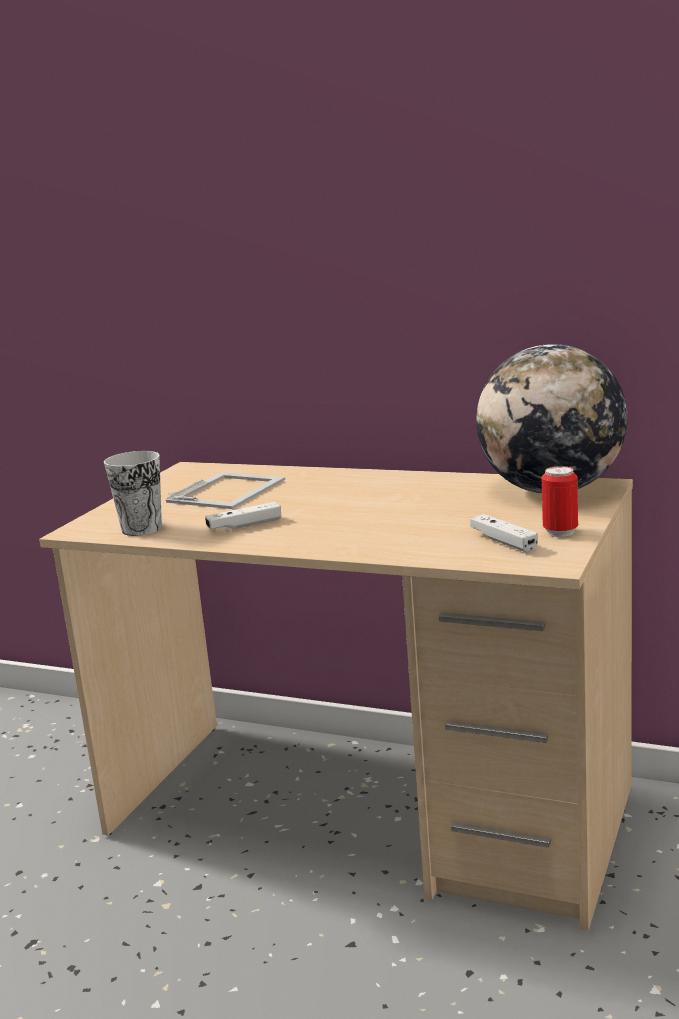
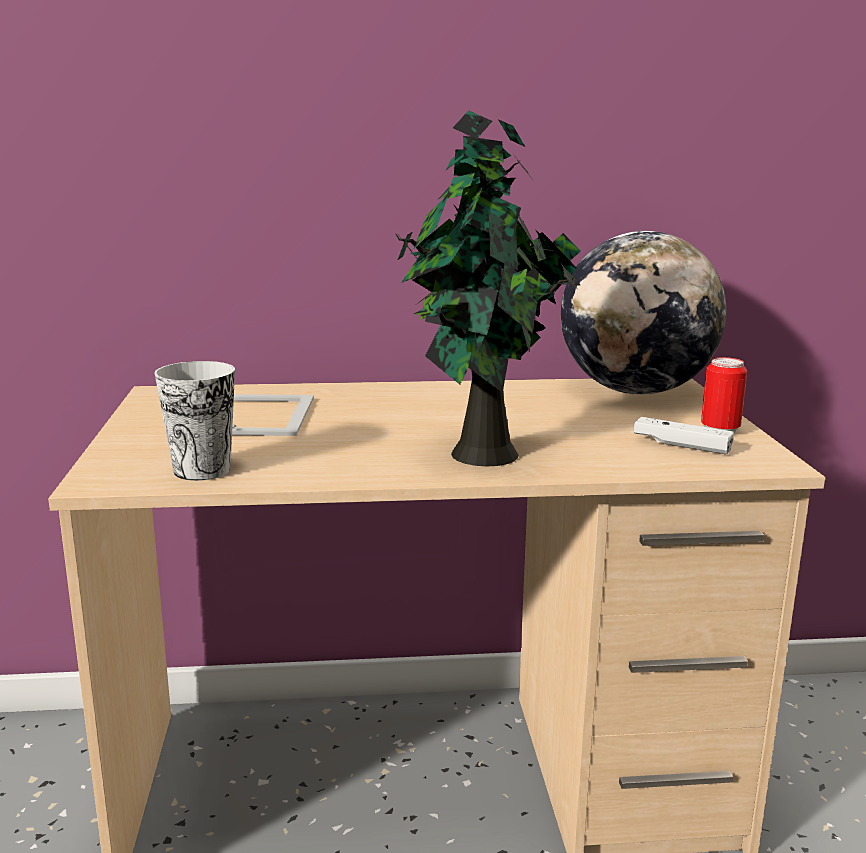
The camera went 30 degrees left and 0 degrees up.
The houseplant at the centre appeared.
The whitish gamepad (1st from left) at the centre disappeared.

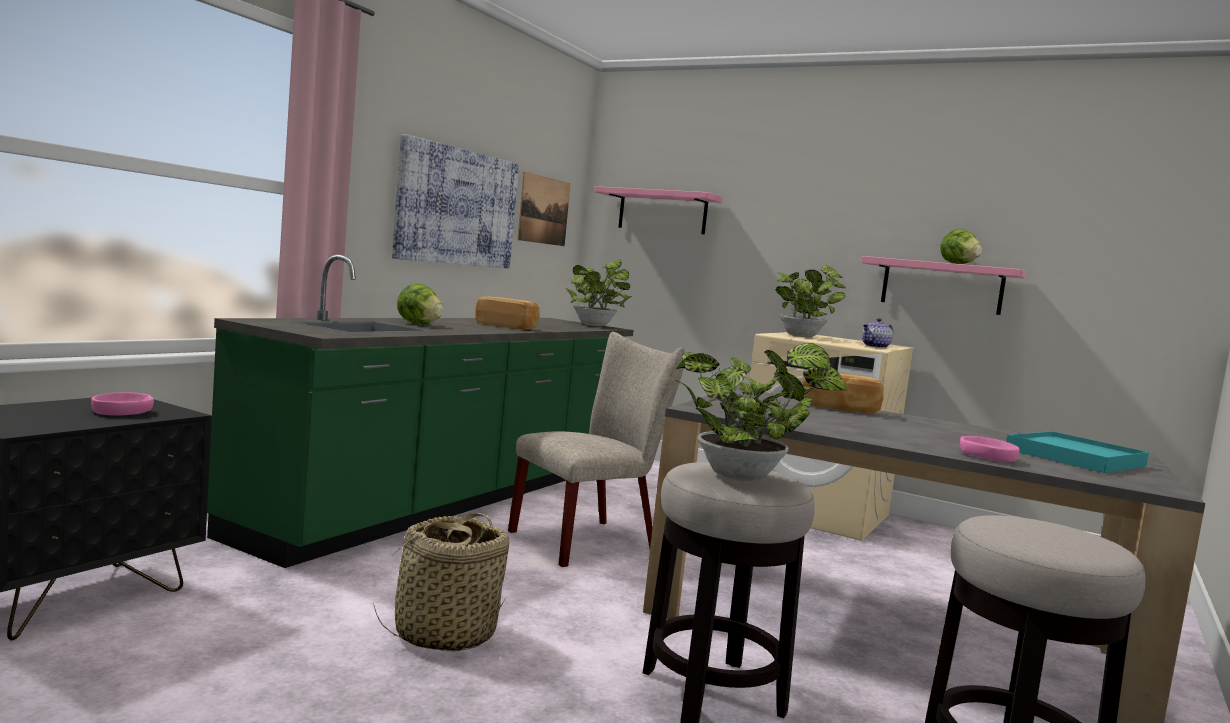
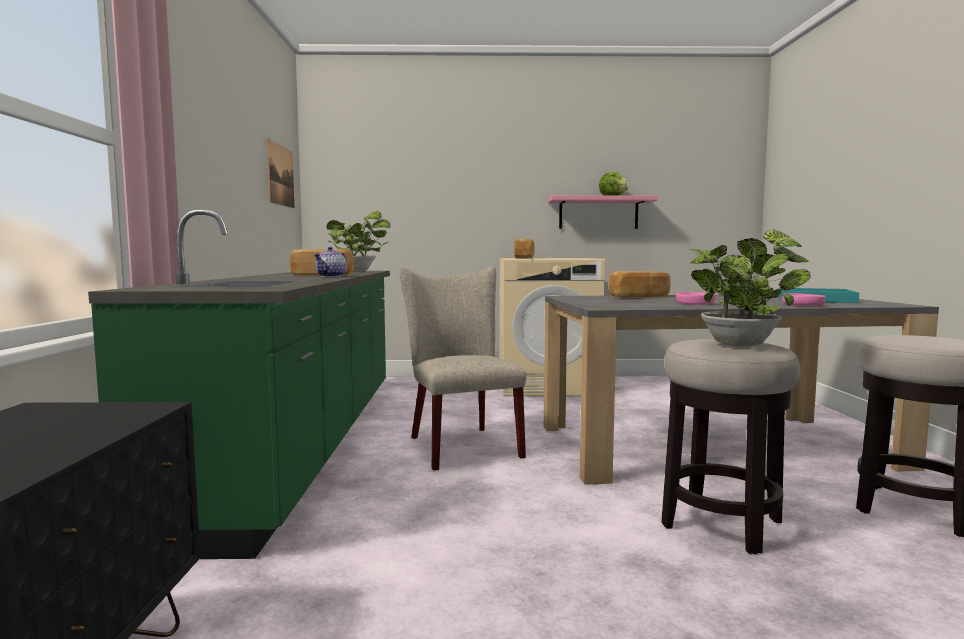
The camera went 30 degrees left and 0 degrees up.
The teapot moved from the middle right to the centre.
The sand-coloured plain chair at the centre turned 45 degrees counterclockwise.
The houseplant (3rd from left) at the centre was replaced by the bread (2nd from left) at the centre.
The pinkish bowl (1st from left) moved from the middle left to the middle right.
The basket at the bottom centre disappeared.
The wall art (1st from left) at the top centre disappeared.
The lettuce (1st from left) at the centre disappeared.
The pinkish wall shelf (1st from left) at the top centre disappeared.

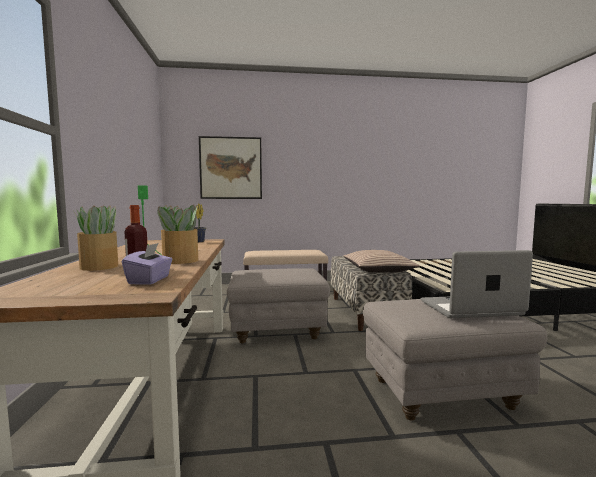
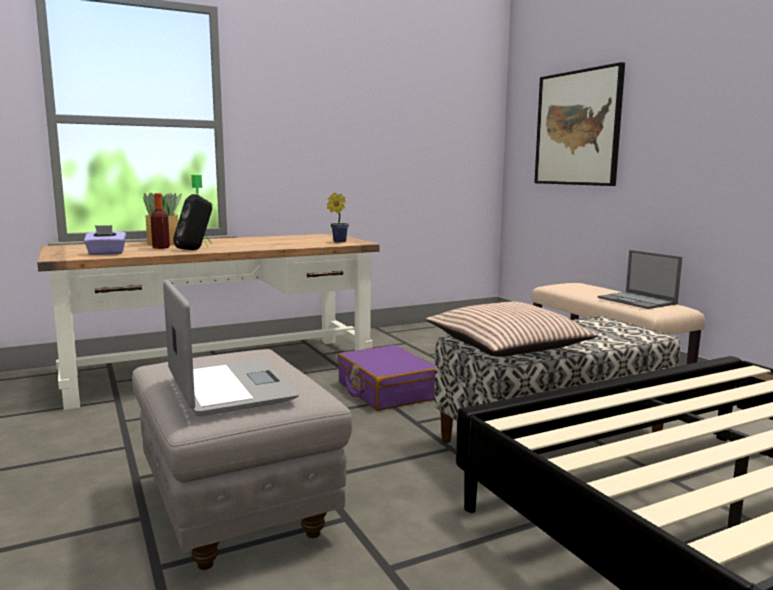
The camera went 70 degrees right and 5 degrees up.
The houseplant (2nd from left) at the middle left was replaced by the blackish speaker at the middle left.
The grey pouffe (1st from left) at the centre was replaced by the purple-coloured piece of luggage at the centre.
The notebook computer (2nd from left) at the middle right appeared.

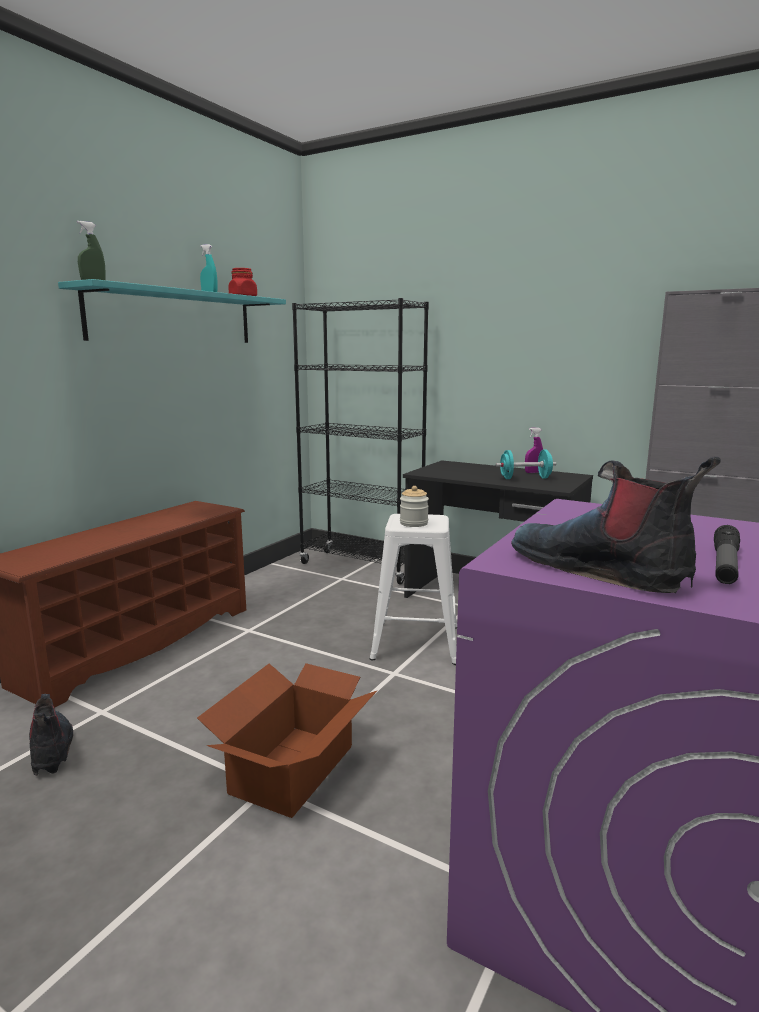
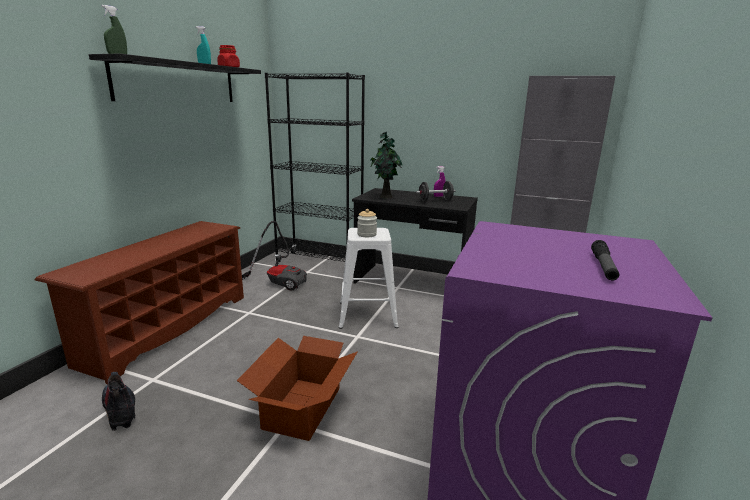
The camera went 10 degrees left and 5 degrees up.
The turquoise-coloured wall shelf at the top left became the blackish wall shelf at the top left.
The vacuum cleaner at the centre appeared.
The houseplant at the top centre appeared.
The turquoise-coloured dumbbell at the middle right became the blackish dumbbell at the centre.
The boot (2nd from left) at the middle right disappeared.

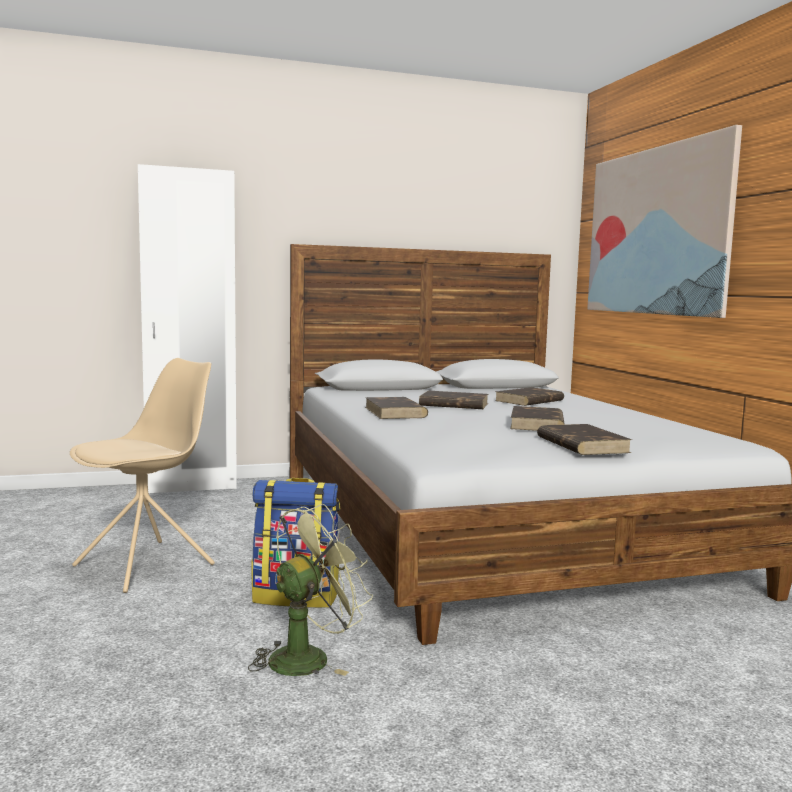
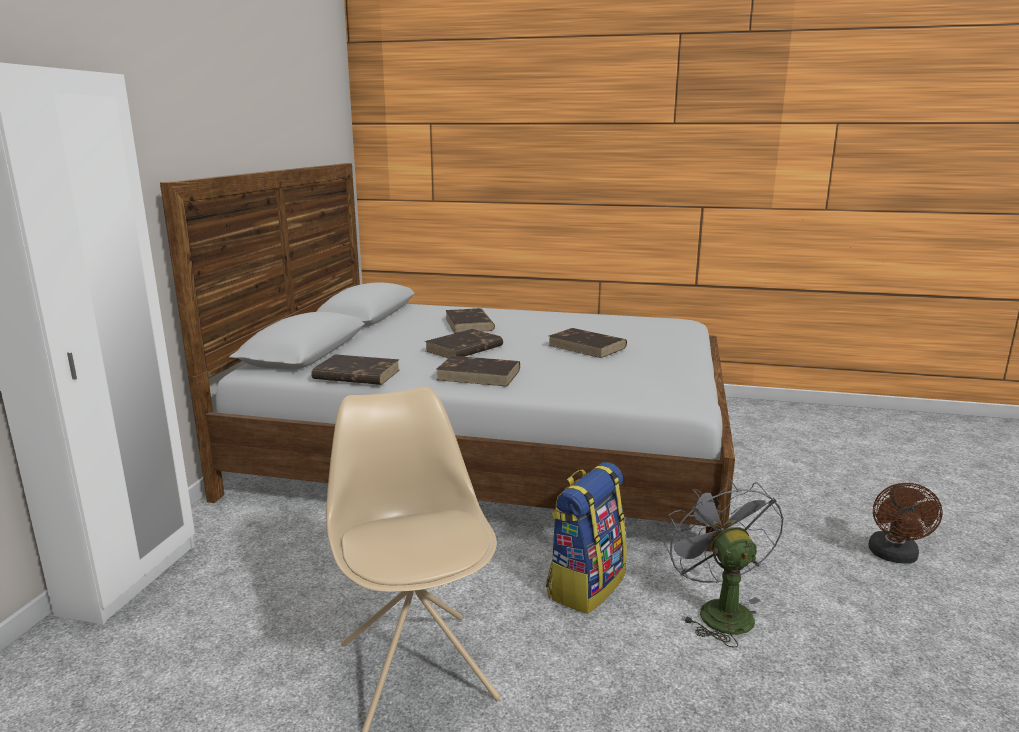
The camera went 60 degrees left and 10 degrees up.
The brown bound book (5th from left in the first image) moved from the middle right to the centre.
The green-coloured fan at the bottom centre became the grey fan at the bottom right.
The brown fan at the bottom right appeared.
The wall art at the top right disappeared.

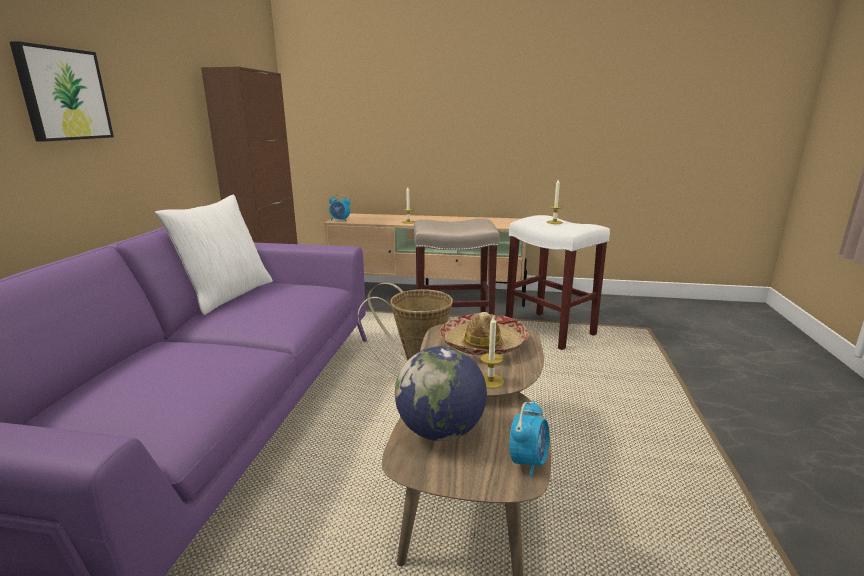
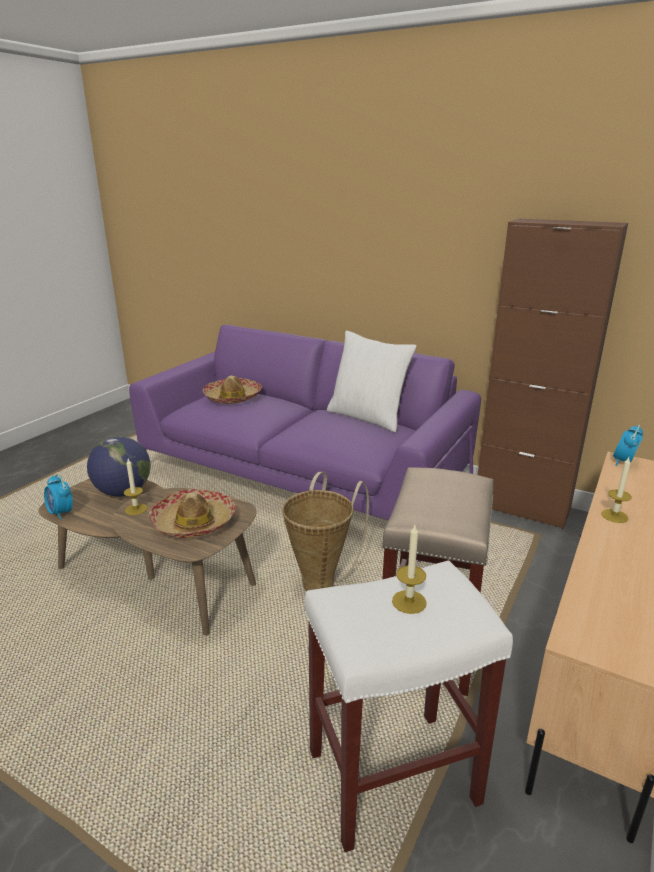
The camera went 110 degrees right and 5 degrees up.
The wearable hat (2nd from left) at the centre appeared.
The wall art at the top left disappeared.

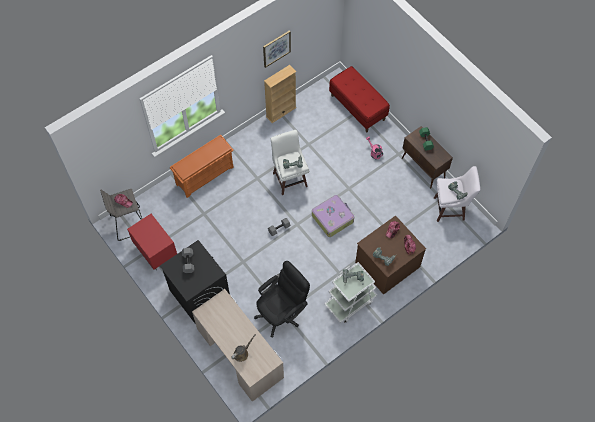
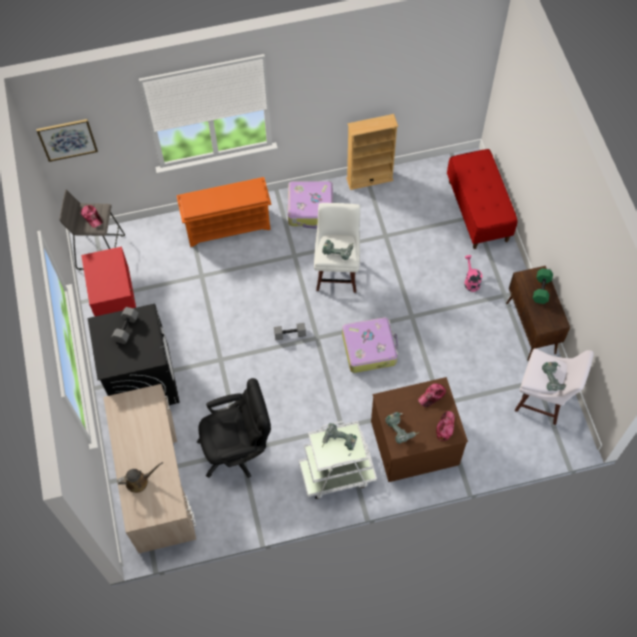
The camera went 25 degrees right and 0 degrees up.
The wall art moved from the top centre to the top left.
The piece of luggage (1st from left) at the top centre appeared.

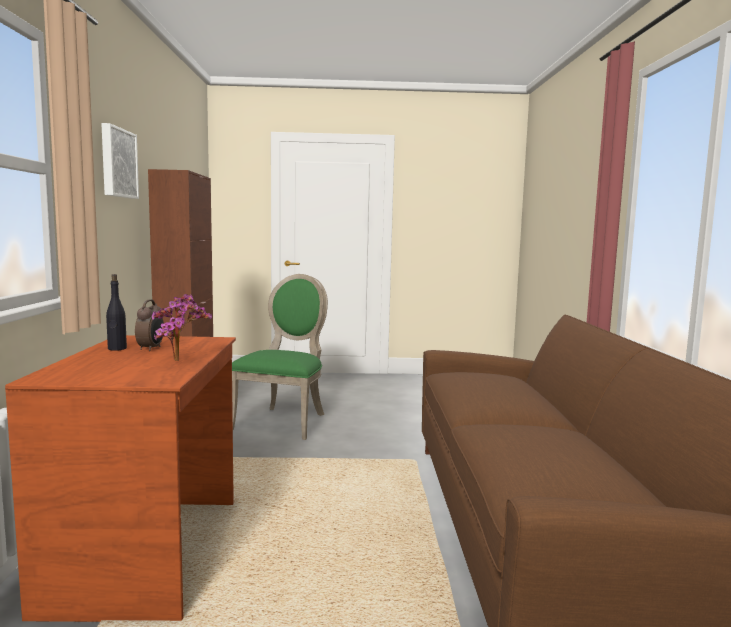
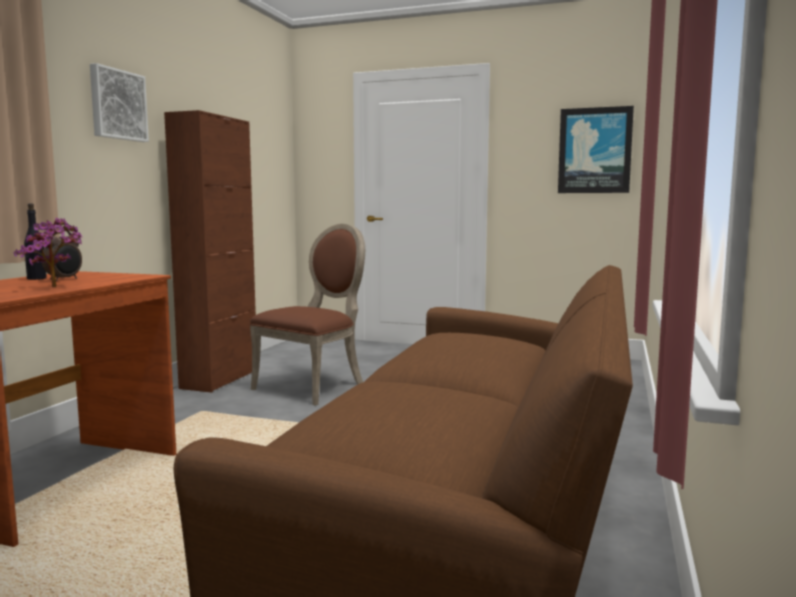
The camera went 20 degrees right and 0 degrees up.
The green-coloured plain chair at the centre became the brown plain chair at the centre.
The wall art (2nd from left) at the top right appeared.

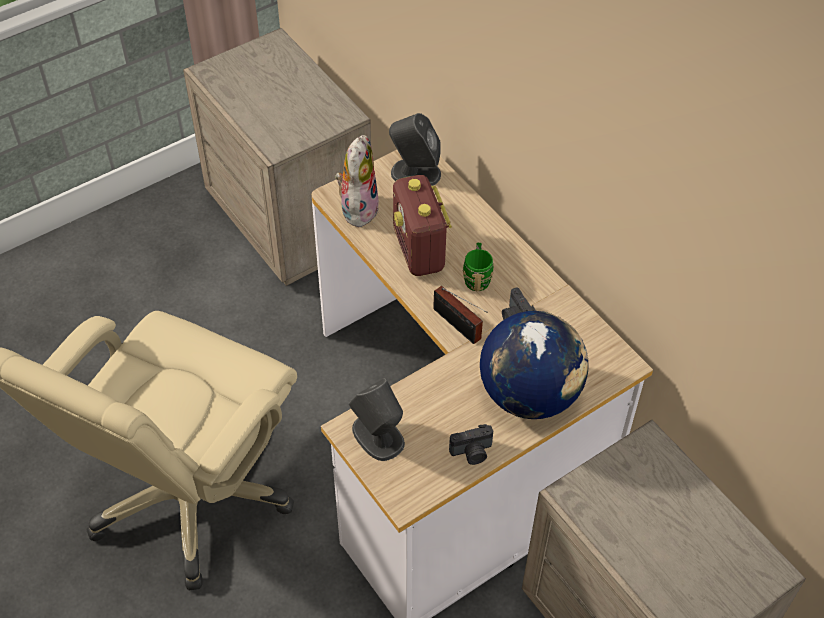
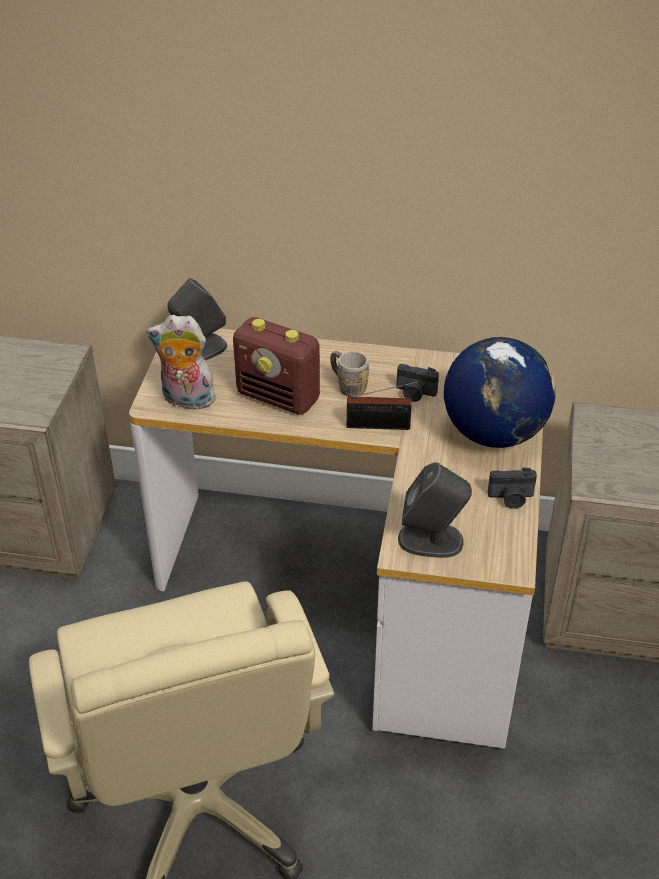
The camera went 45 degrees left and 10 degrees down.
The cuddly toy at the top centre turned 45 degrees counterclockwise.
The green-coloured mug at the centre became the grey mug at the centre.
The still camera (1st from left in the first image) at the bottom centre turned 60 degrees clockwise.

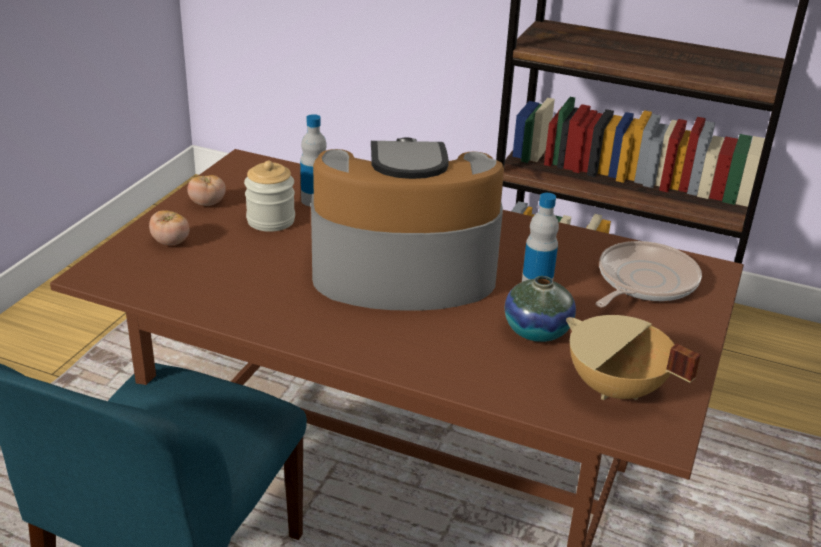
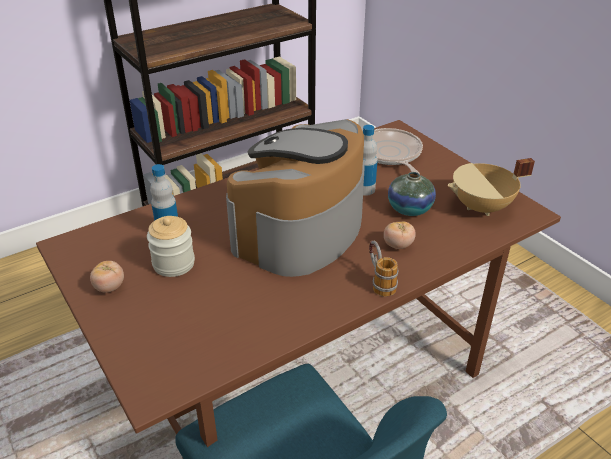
The camera went 55 degrees left and 5 degrees up.
The mug at the centre appeared.
The tomato (1st from left in the first image) moved from the middle left to the centre.

